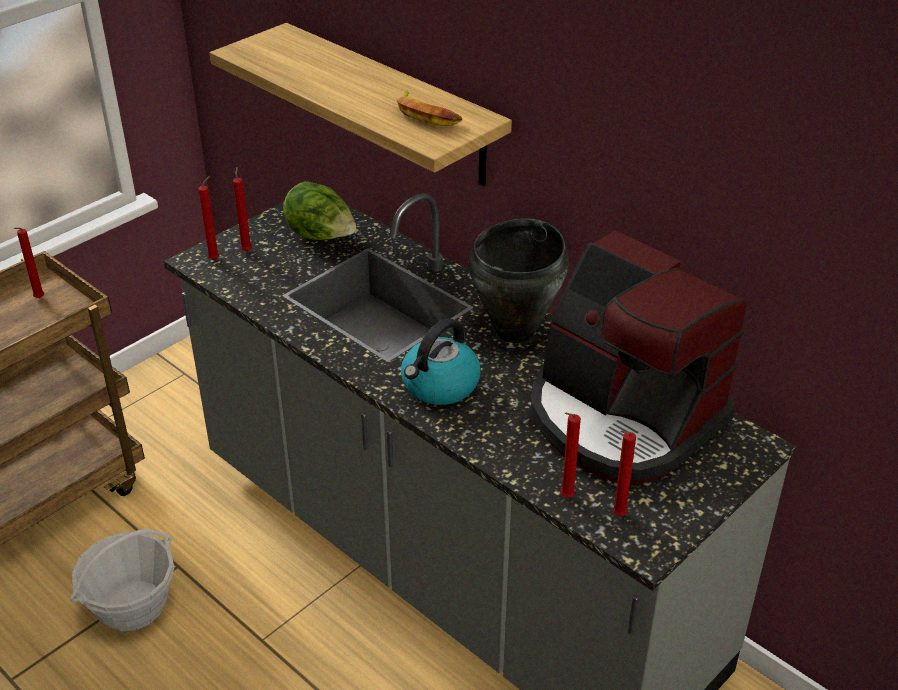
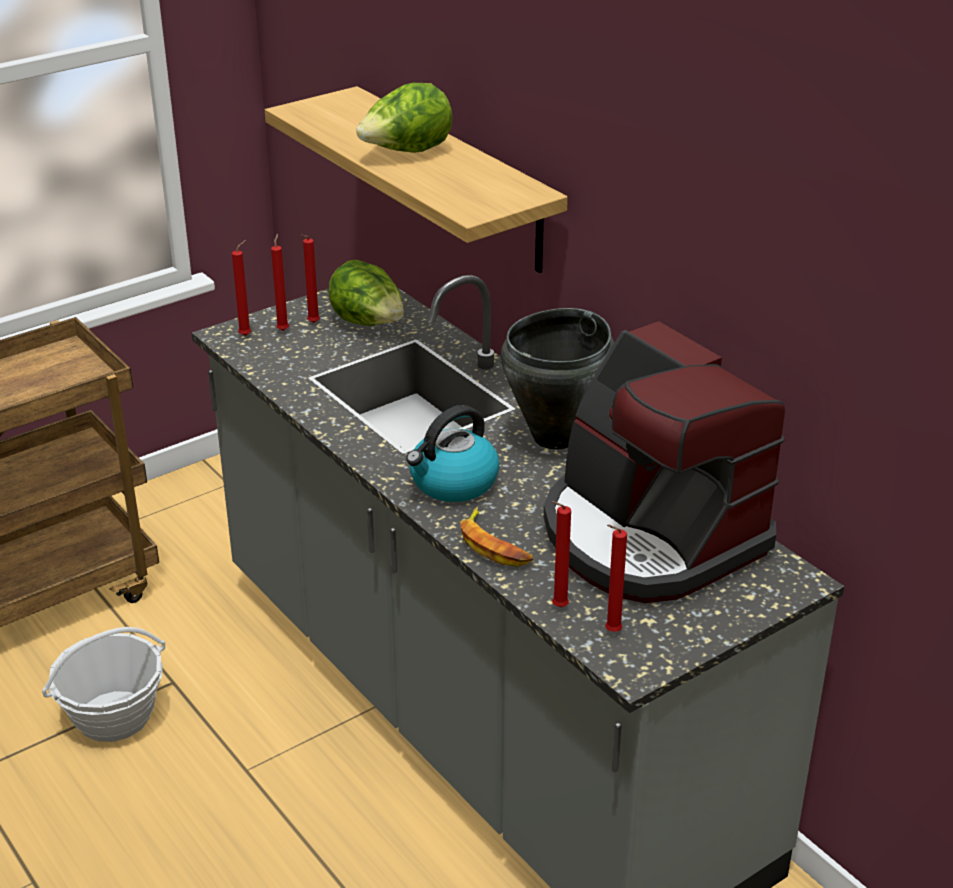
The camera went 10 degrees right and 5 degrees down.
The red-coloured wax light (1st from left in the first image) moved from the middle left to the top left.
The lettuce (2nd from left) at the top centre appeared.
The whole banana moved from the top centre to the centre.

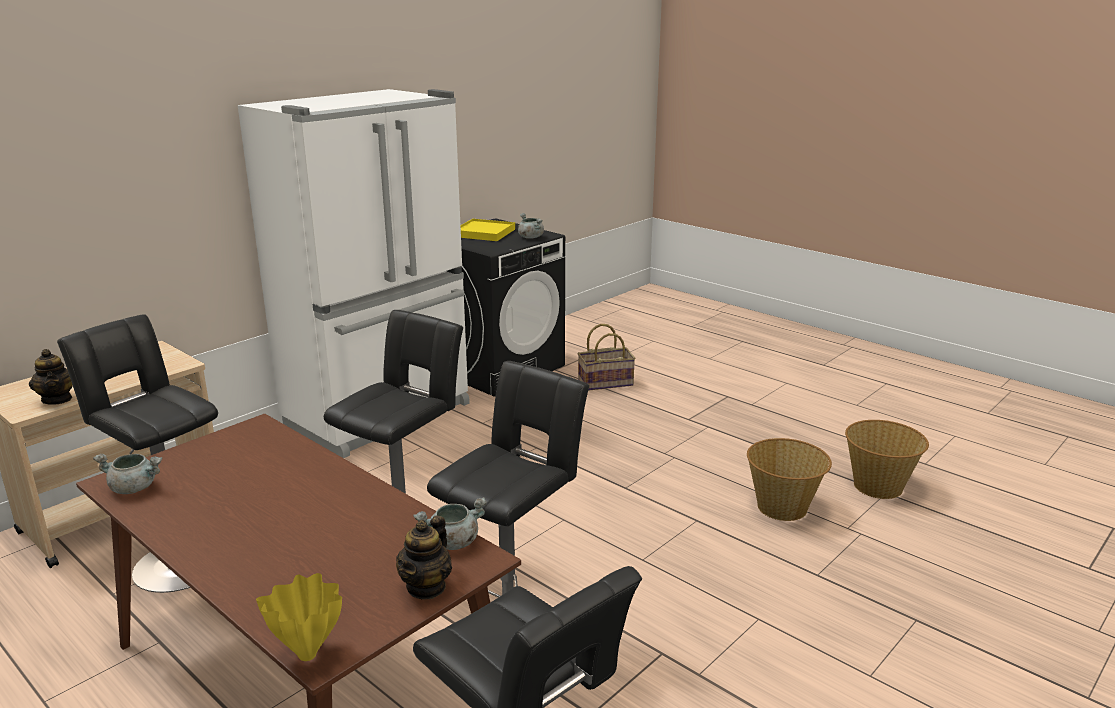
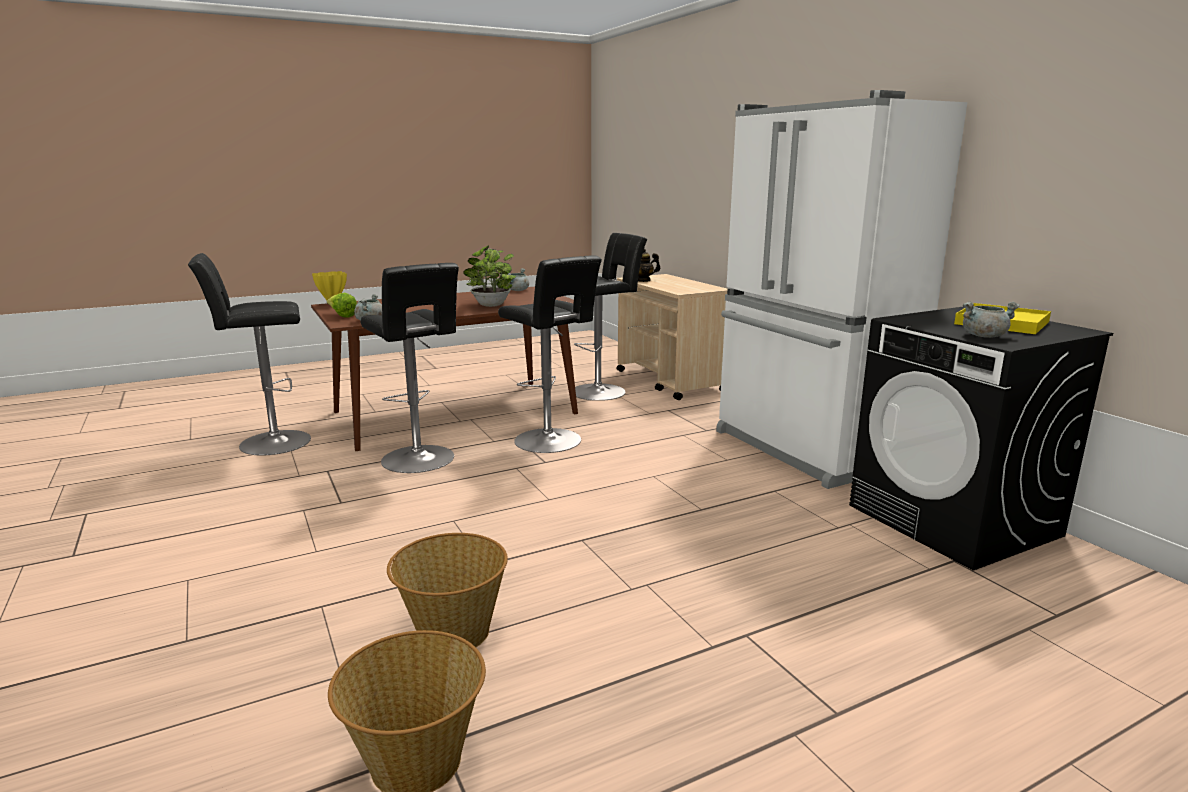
The camera went 110 degrees right and 5 degrees down.
The teapot (2nd from left) at the bottom centre was replaced by the lettuce at the middle left.
The houseplant at the centre appeared.
The basket (1st from left) at the centre disappeared.

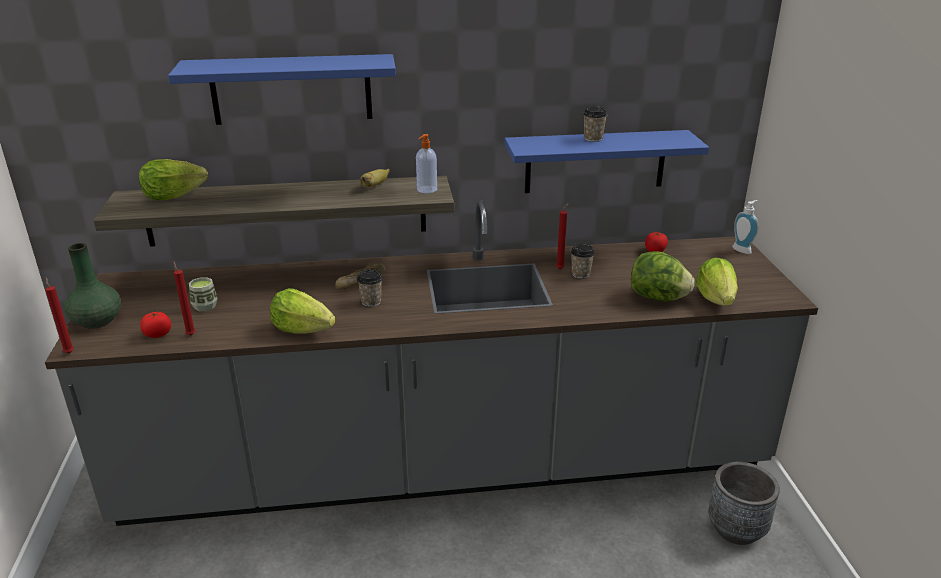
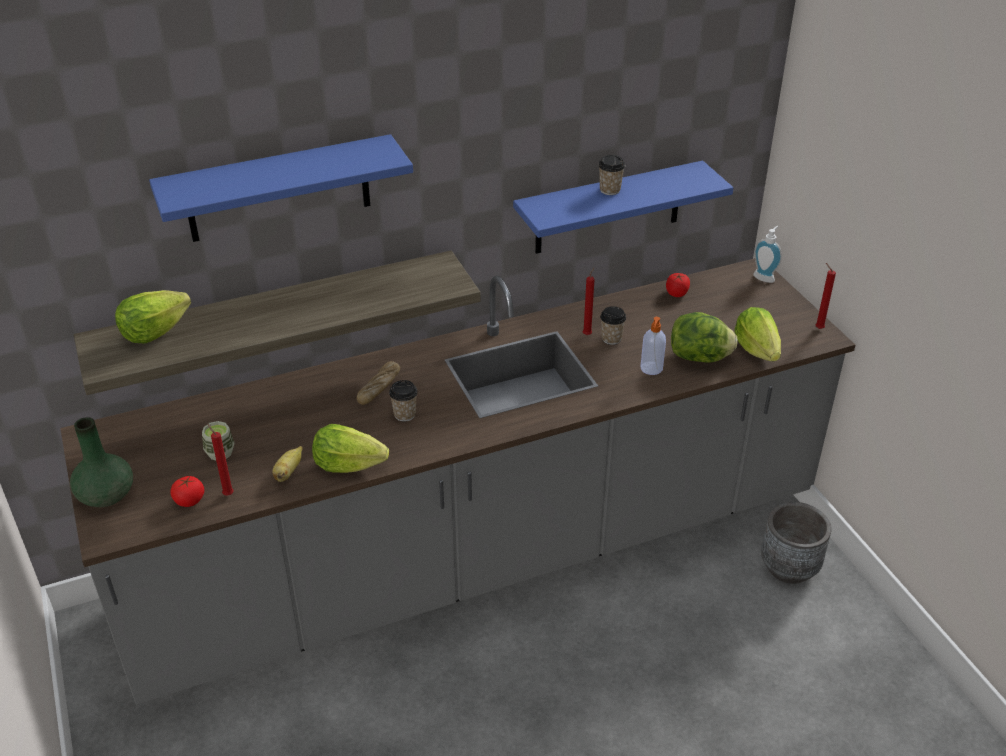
The camera went 15 degrees left and 10 degrees up.
The whole banana moved from the top centre to the middle left.
The soap dispenser (1st from left) moved from the top centre to the centre.
The red-coloured wax light (1st from left in the first image) moved from the middle left to the middle right.

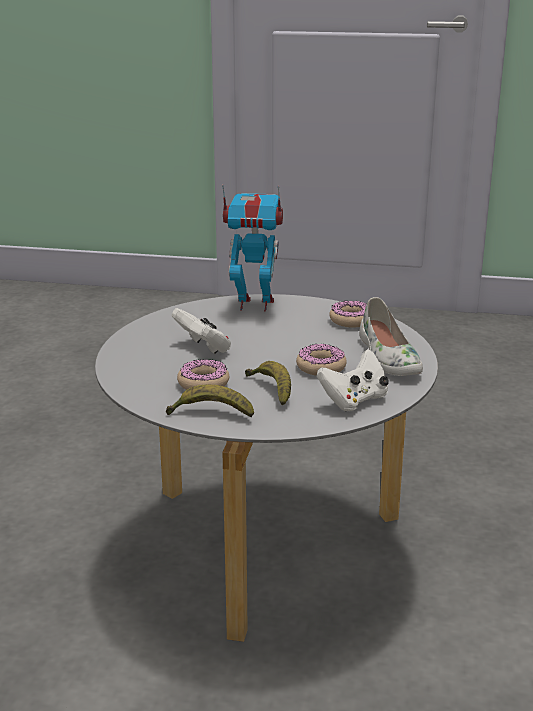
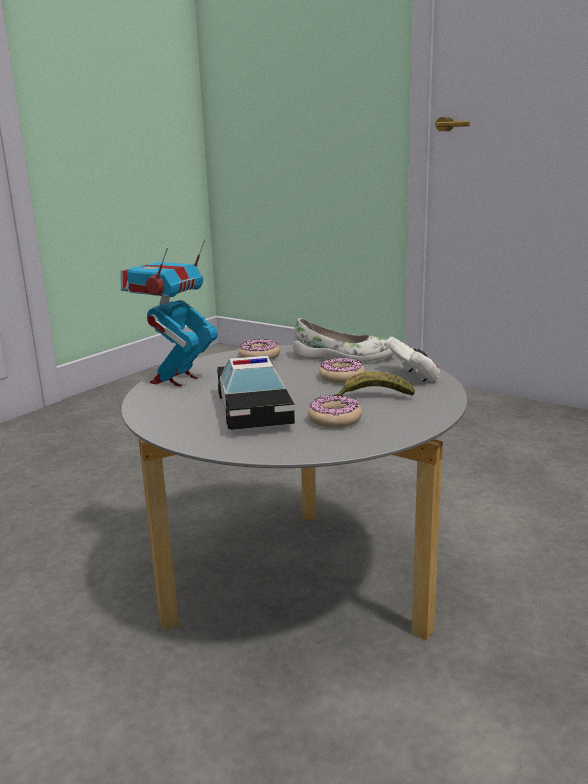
The camera went 65 degrees left and 5 degrees down.
The whitish gamepad (1st from left) at the centre was replaced by the miniature car at the centre.
The whole banana (1st from left) at the centre disappeared.

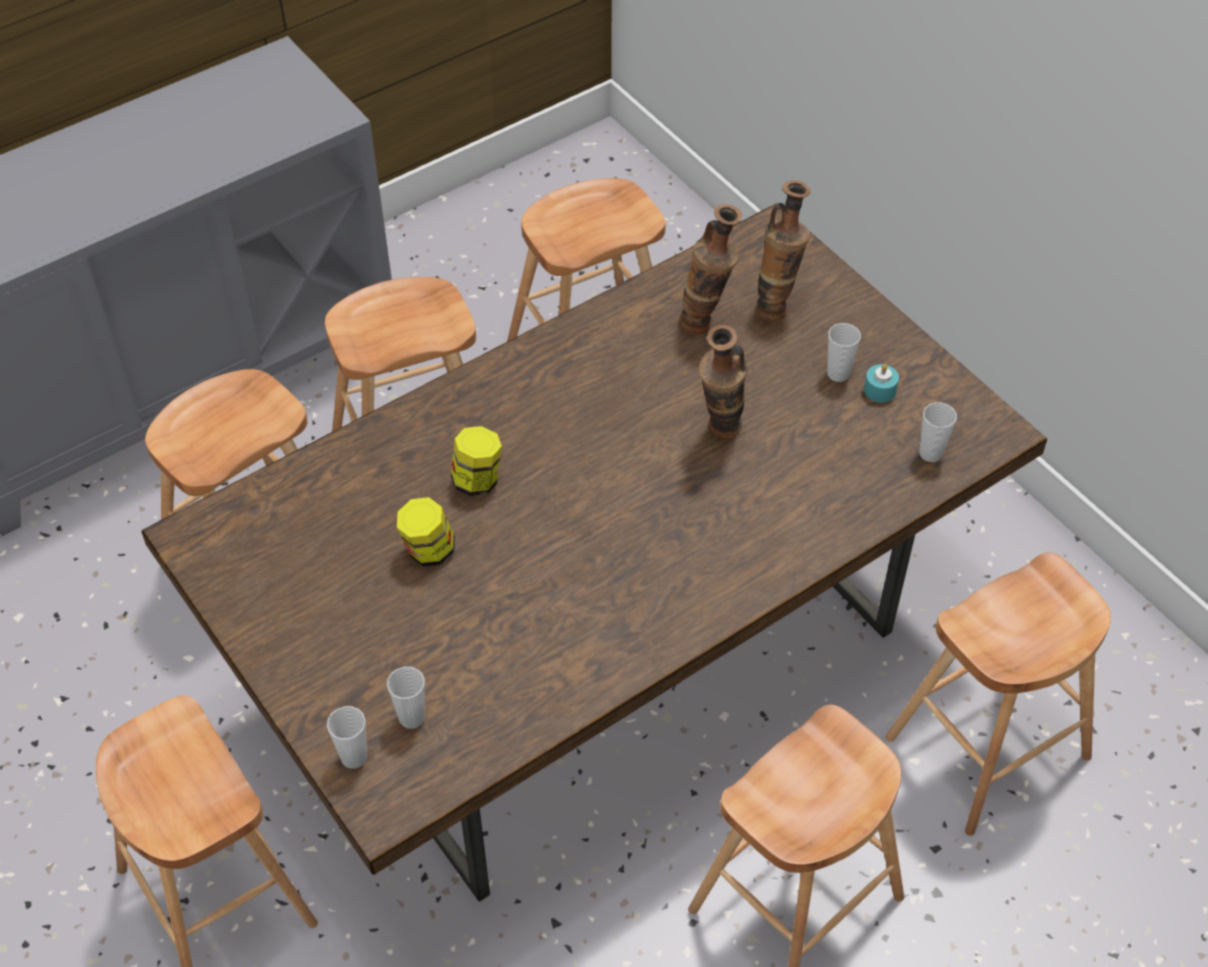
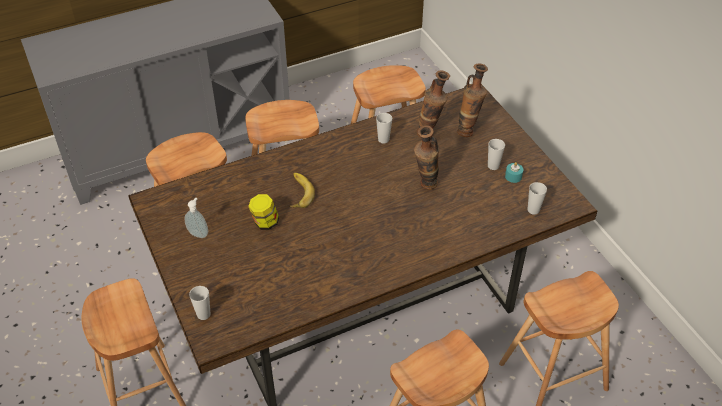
The camera went 10 degrees right and 5 degrees down.
The soap dispenser at the middle left appeared.
The storage jar (2nd from left) at the centre was replaced by the whole banana at the centre.
The small cup (2nd from left) moved from the bottom centre to the top centre.

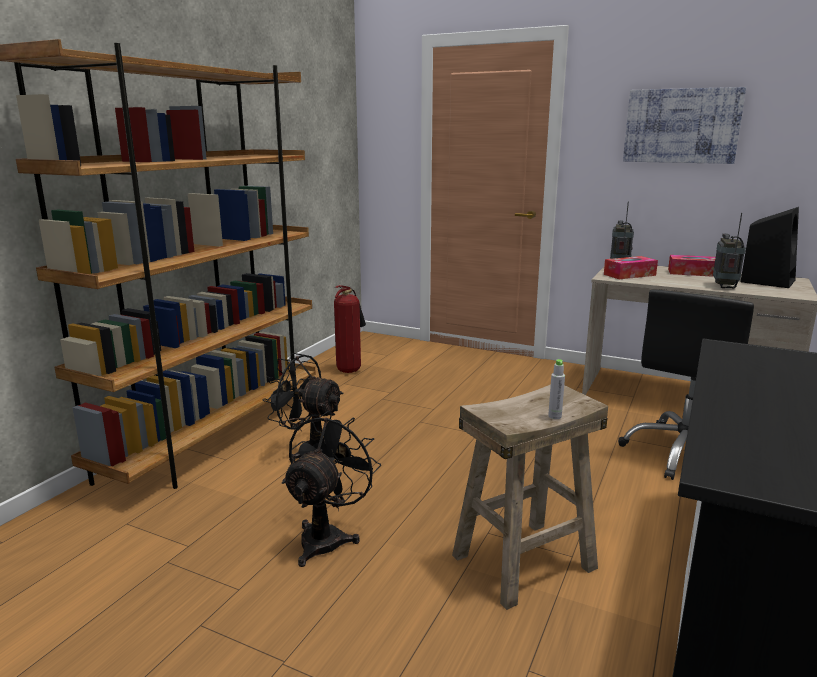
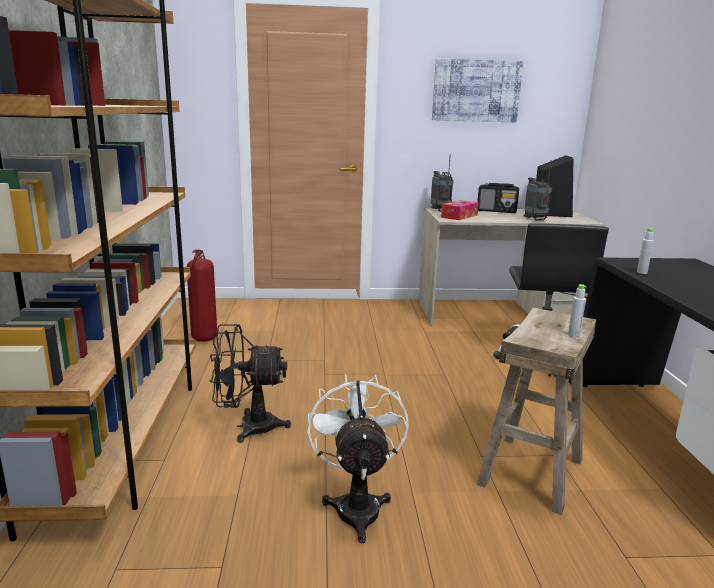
The camera went 30 degrees left and 0 degrees up.
The blackish fan (2nd from left) at the bottom centre became the whitish fan at the bottom centre.
The tissue holder (2nd from left) at the middle right was replaced by the radio receiver (2nd from left) at the middle right.
The grey bottle (2nd from left) at the middle right appeared.

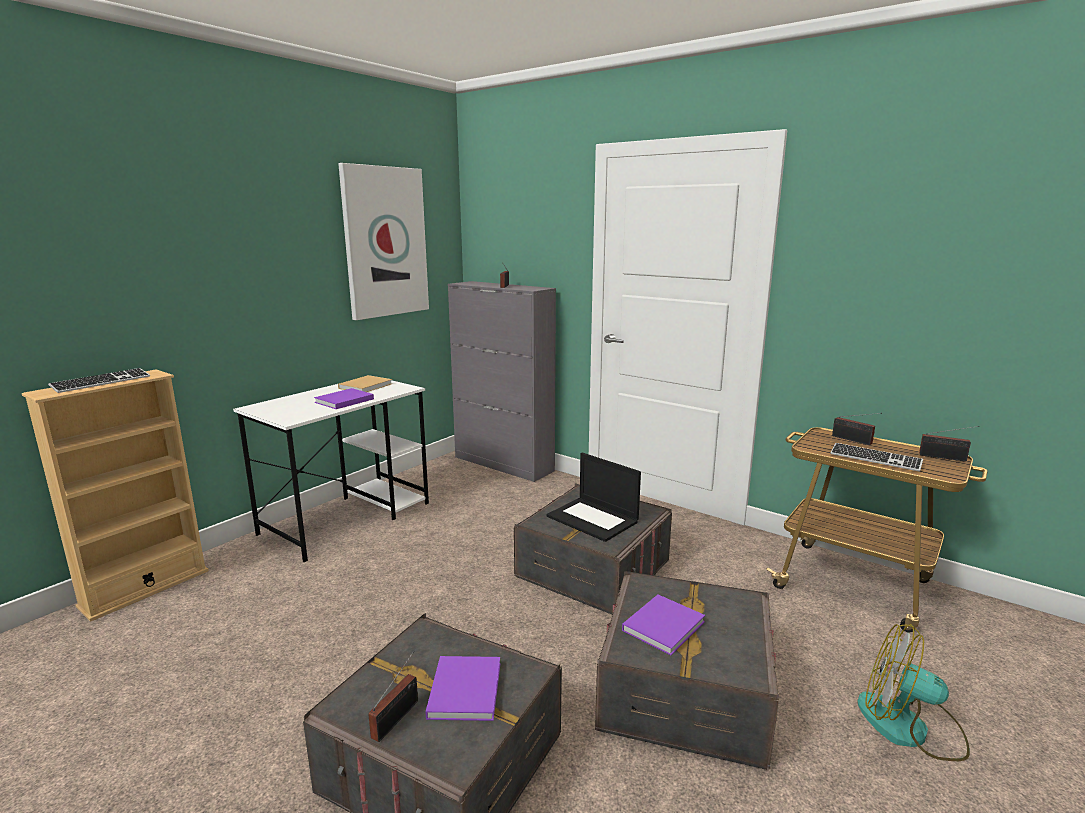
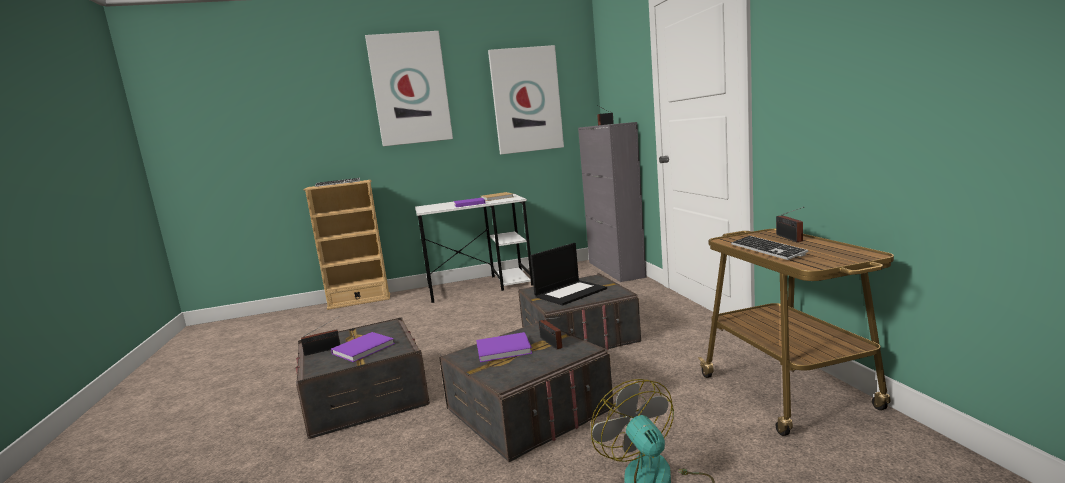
The camera went 40 degrees right and 5 degrees down.
The wall art (1st from left) at the top centre appeared.
The notebook computer at the centre turned 120 degrees counterclockwise.
The radio receiver (4th from left in the first image) moved from the middle right to the bottom centre.

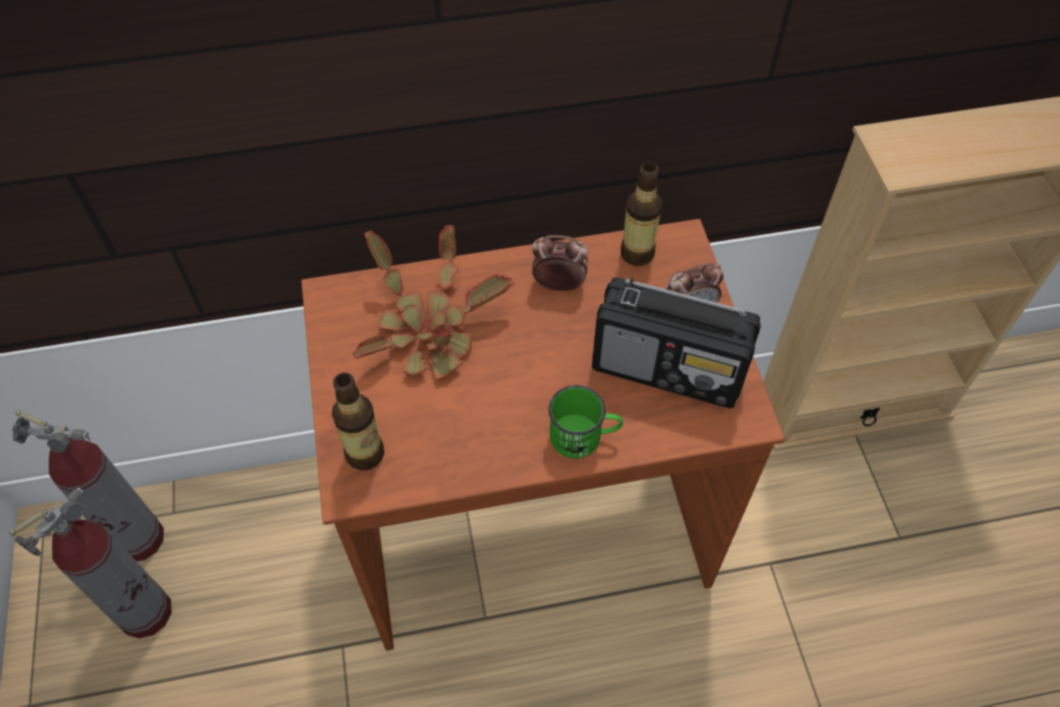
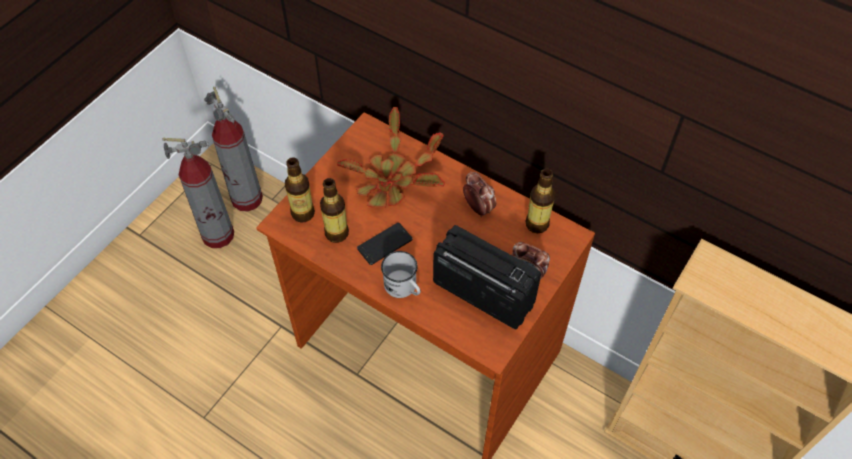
The camera went 45 degrees right and 0 degrees up.
The bottle (2nd from left) at the centre appeared.
The telephone at the centre appeared.
The green-coloured mug at the centre became the whitish mug at the centre.
The radio receiver at the centre turned 150 degrees clockwise.

